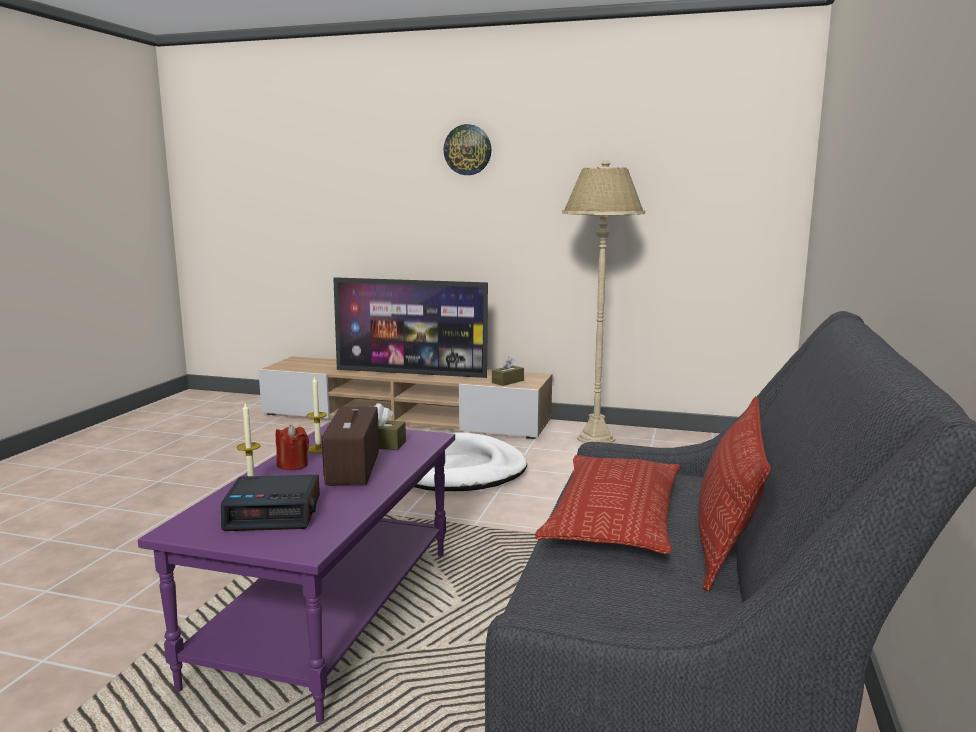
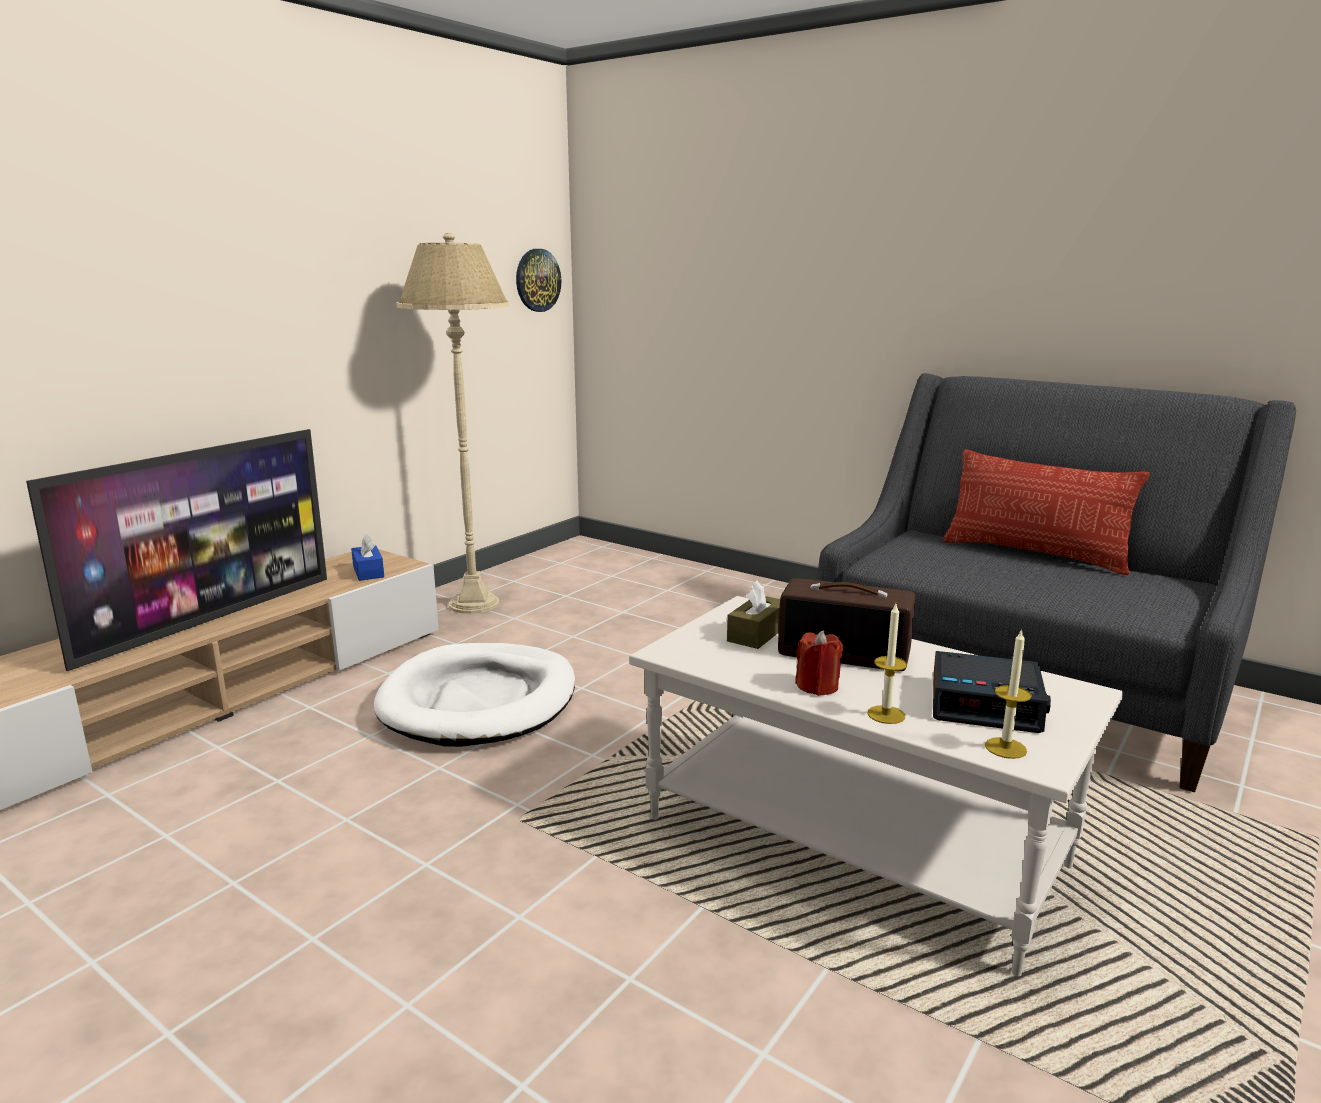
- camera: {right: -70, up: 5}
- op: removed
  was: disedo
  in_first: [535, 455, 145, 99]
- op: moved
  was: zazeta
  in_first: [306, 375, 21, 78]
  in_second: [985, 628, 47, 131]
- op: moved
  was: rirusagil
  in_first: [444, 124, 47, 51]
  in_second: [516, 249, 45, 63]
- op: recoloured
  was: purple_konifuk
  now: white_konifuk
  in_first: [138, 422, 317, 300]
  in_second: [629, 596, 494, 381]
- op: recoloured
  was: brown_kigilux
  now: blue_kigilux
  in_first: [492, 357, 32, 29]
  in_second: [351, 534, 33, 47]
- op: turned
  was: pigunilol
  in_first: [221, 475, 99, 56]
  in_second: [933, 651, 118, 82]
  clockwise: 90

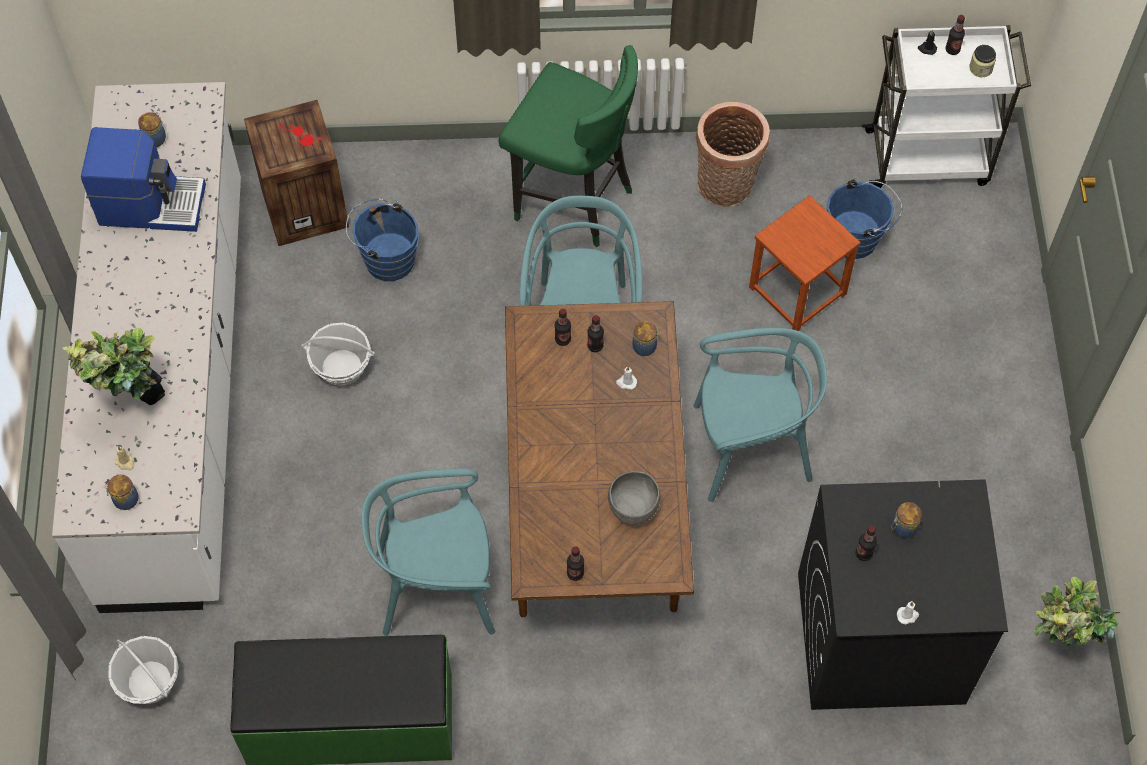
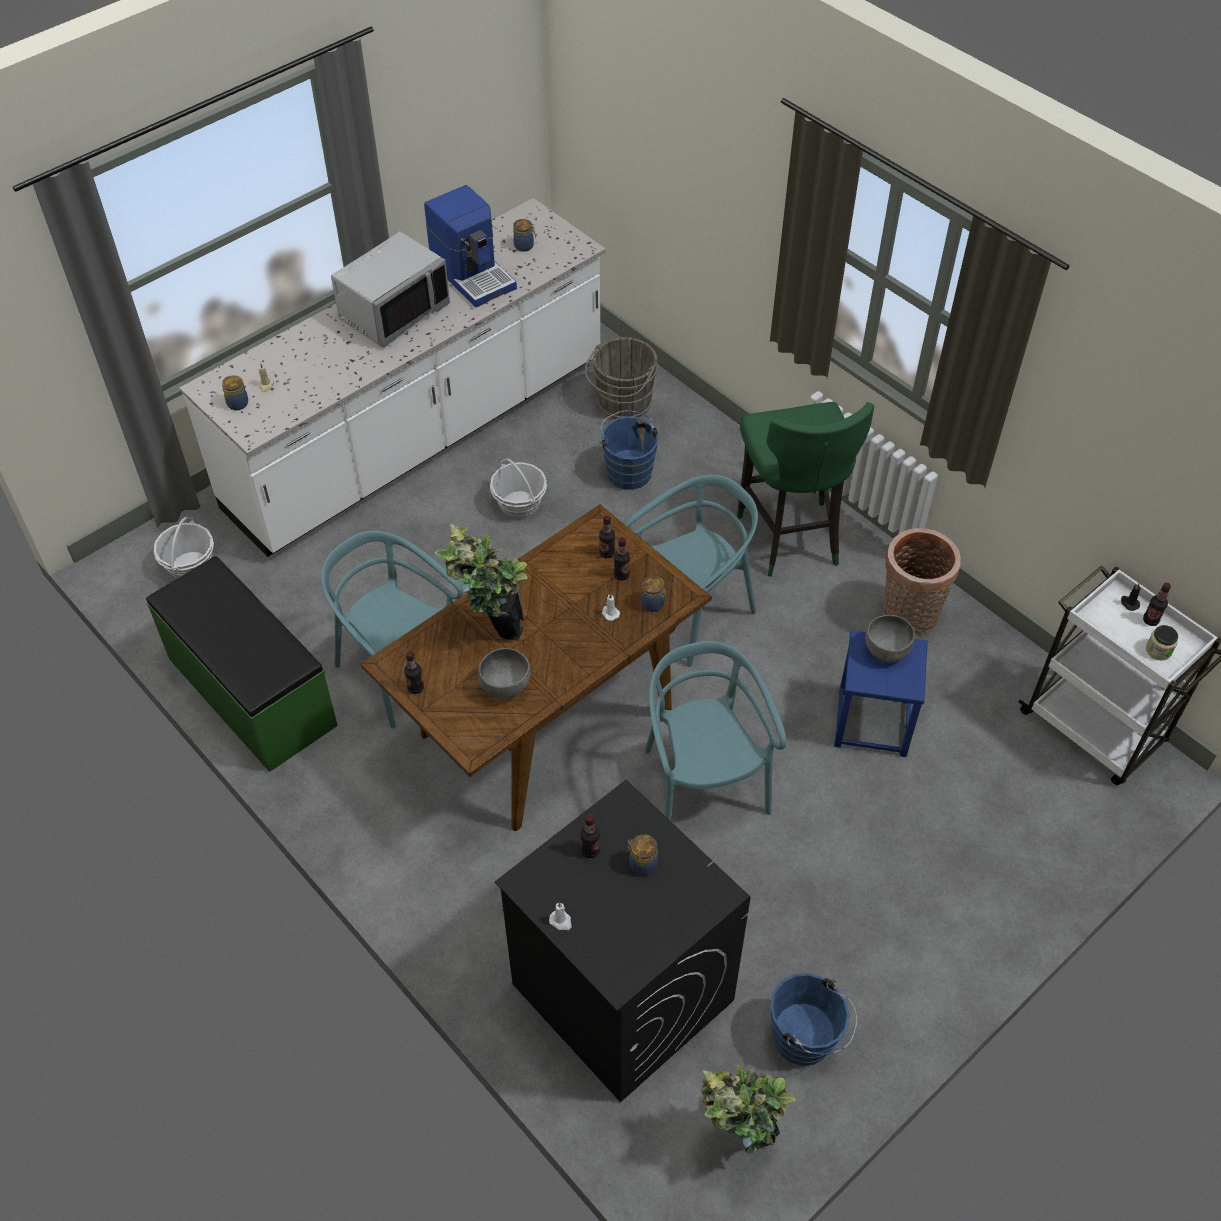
- camera: {right: 50, up: -10}
- op: added
  now: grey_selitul
  in_second: [331, 231, 119, 117]
- op: added
  now: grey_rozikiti
  in_second: [866, 615, 49, 47]
- op: moved
  was: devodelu
  in_first: [62, 327, 103, 78]
  in_second: [435, 524, 93, 116]
- op: moved
  was: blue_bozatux
  in_first: [826, 179, 76, 80]
  in_second: [770, 973, 88, 93]
- op: replaced
  was: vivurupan
  now: grey_bozatux
  in_first: [244, 100, 105, 146]
  in_second: [585, 337, 73, 82]
- op: recoloured
  was: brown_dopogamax
  now: blue_dopogamax
  in_first: [749, 195, 112, 136]
  in_second: [834, 630, 94, 127]
- op: turned
  was: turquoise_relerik
  in_first: [693, 328, 134, 174]
  in_second: [645, 641, 142, 180]
  clockwise: -150

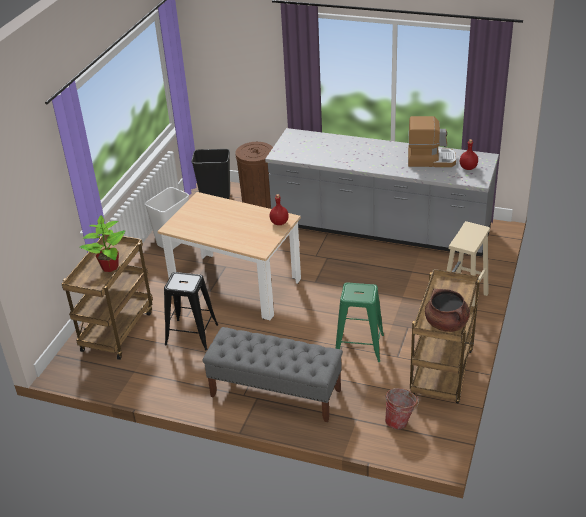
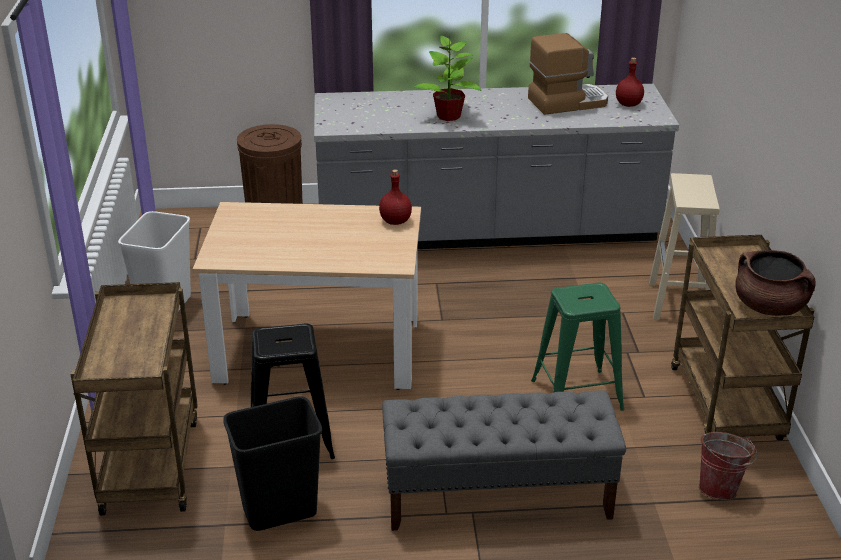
- camera: {right: -25, up: -5}
- op: moved
  was: devodelu
  in_first: [80, 215, 45, 57]
  in_second: [413, 36, 69, 85]
- op: moved
  was: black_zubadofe
  in_first: [191, 149, 39, 50]
  in_second: [223, 396, 99, 135]

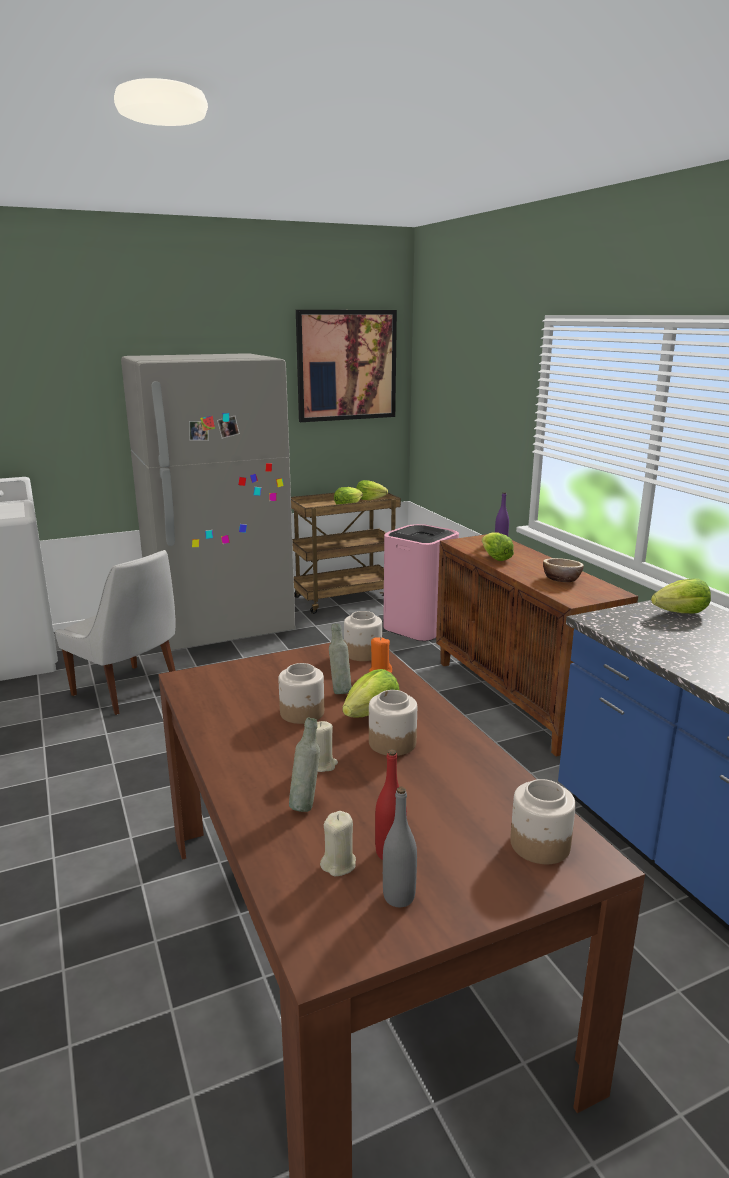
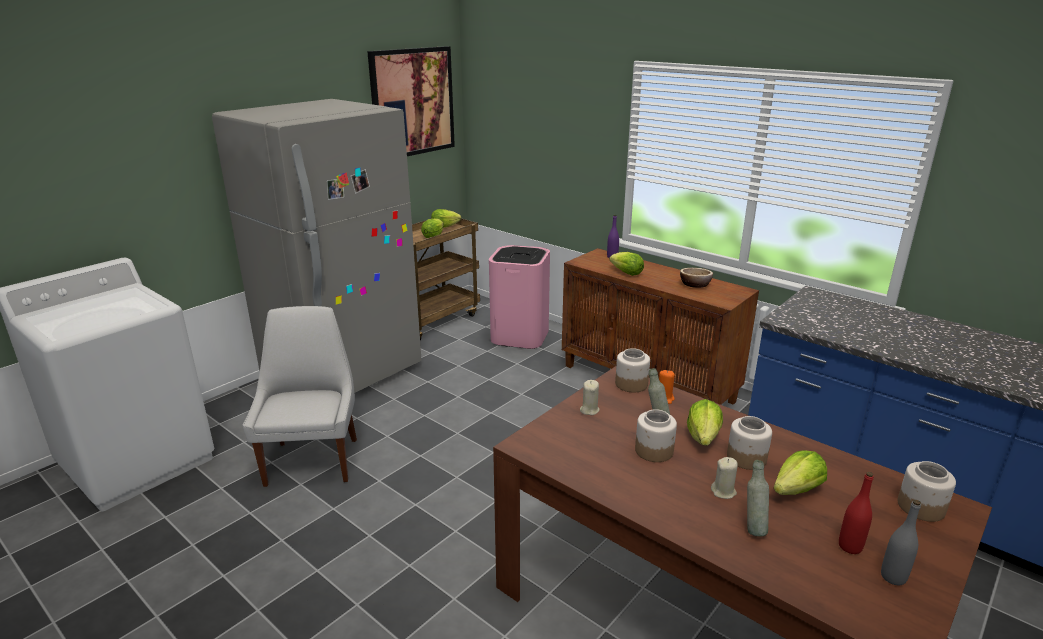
- camera: {right: -25, up: 5}
- op: moved
  was: beige_zazeta
  in_first: [320, 811, 36, 65]
  in_second: [580, 380, 20, 35]
- op: moved
  was: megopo
  in_first: [651, 578, 60, 35]
  in_second: [774, 450, 53, 45]
- op: turned
  was: white_relerik
  in_first: [55, 550, 121, 165]
  in_second: [242, 306, 115, 181]
  clockwise: -105

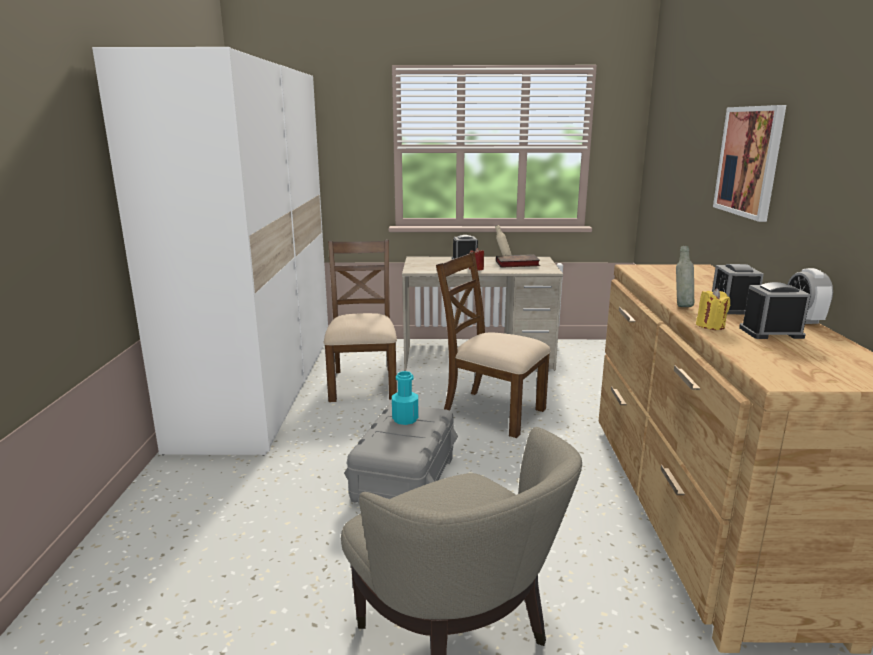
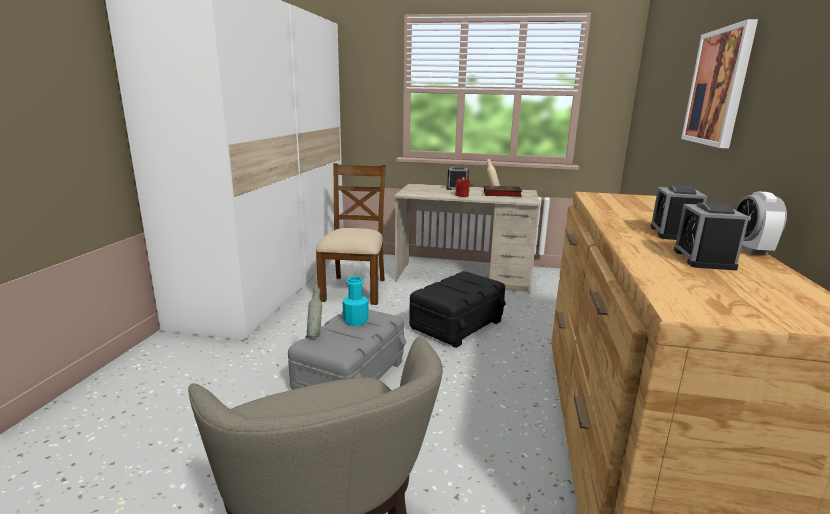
- camera: {right: 10, up: 0}
- op: removed
  was: yellow_zazeta
  in_first: [696, 288, 34, 42]
- op: moved
  was: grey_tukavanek
  in_first: [676, 246, 18, 61]
  in_second: [307, 287, 15, 50]
- op: replaced
  was: brown_relerik
  now: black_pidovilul
  in_first: [436, 251, 115, 187]
  in_second: [409, 271, 97, 77]
- op: turned
  was: pigunilol
  in_first: [739, 282, 72, 57]
  in_second: [673, 203, 76, 67]
  clockwise: -90

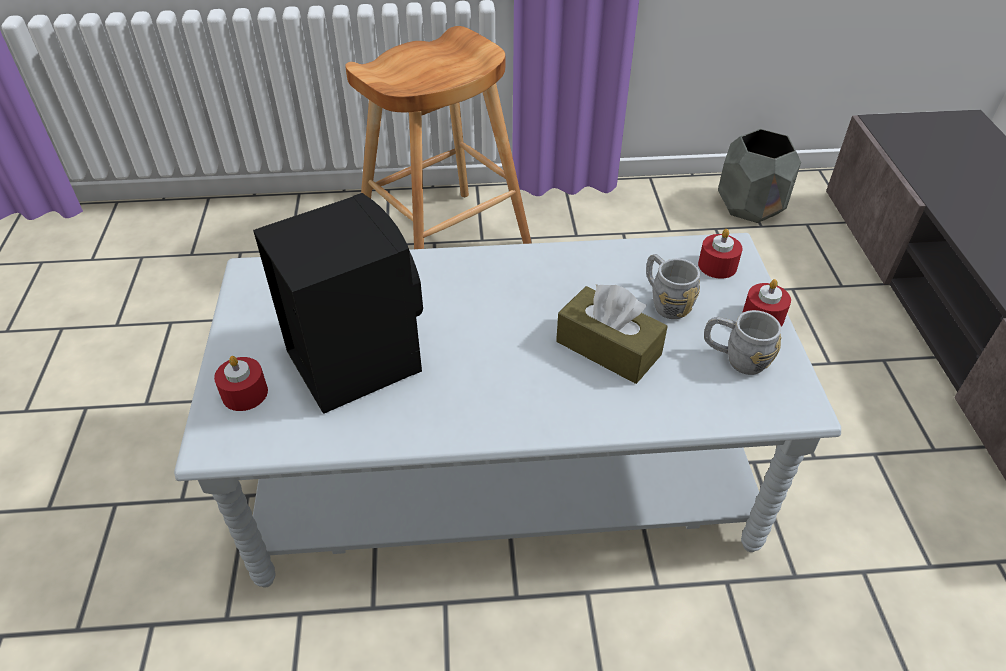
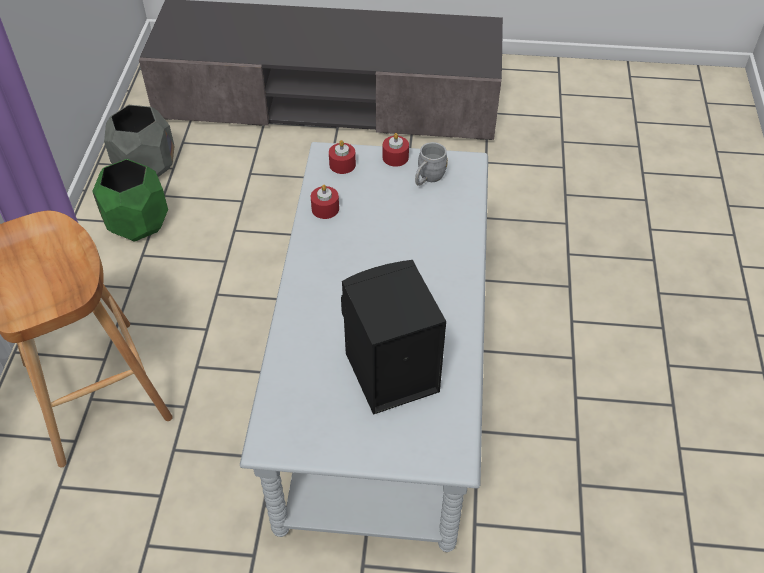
- camera: {right: -80, up: 5}
- op: removed
  was: brown_kigilux
  in_first: [556, 284, 112, 100]
- op: removed
  was: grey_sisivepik
  in_first: [646, 254, 54, 65]
- op: added
  now: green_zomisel
  in_second: [92, 159, 76, 83]
- op: moved
  was: red_zazeta
  in_first: [214, 356, 54, 55]
  in_second: [311, 185, 28, 34]

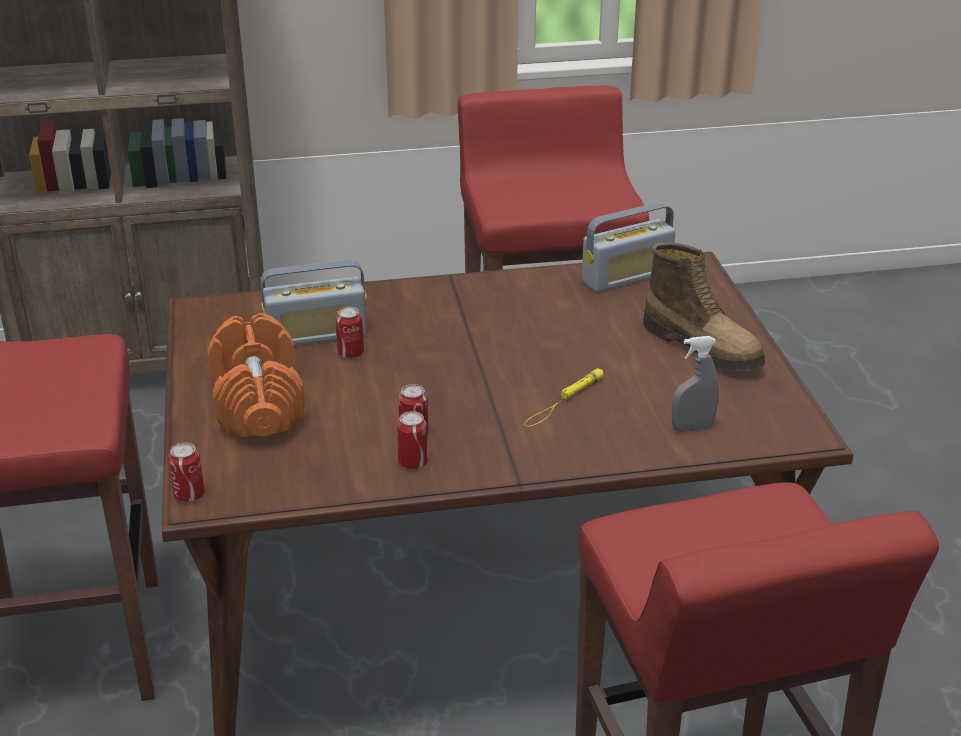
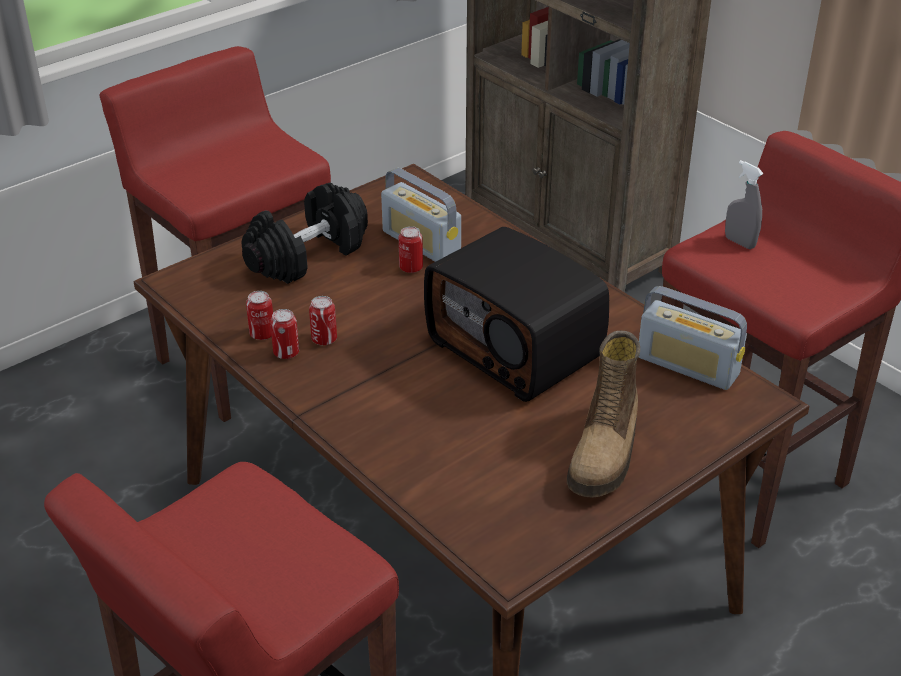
- camera: {right: 60, up: 5}
- op: removed
  was: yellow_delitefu
  in_first: [524, 368, 80, 59]
- op: added
  now: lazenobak
  in_second: [424, 227, 185, 175]
- op: moved
  was: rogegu
  in_first: [168, 442, 37, 60]
  in_second: [246, 291, 27, 49]
- op: moved
  was: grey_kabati
  in_first: [672, 336, 47, 96]
  in_second: [725, 160, 39, 89]
- op: recoloured
  was: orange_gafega
  now: black_gafega
  in_first: [207, 313, 98, 124]
  in_second: [241, 183, 127, 101]

